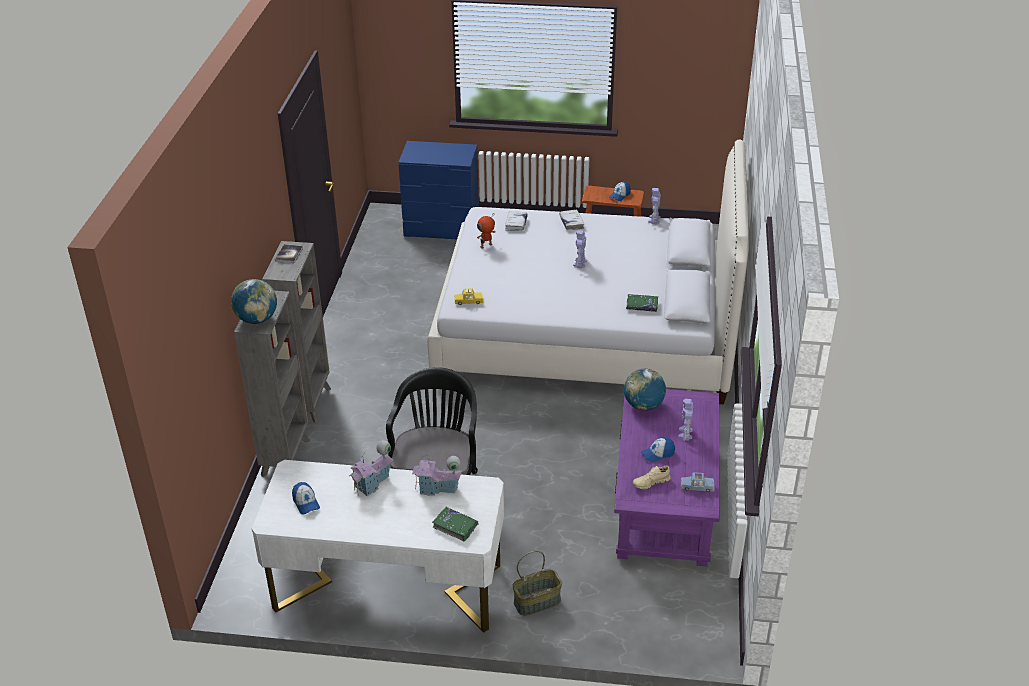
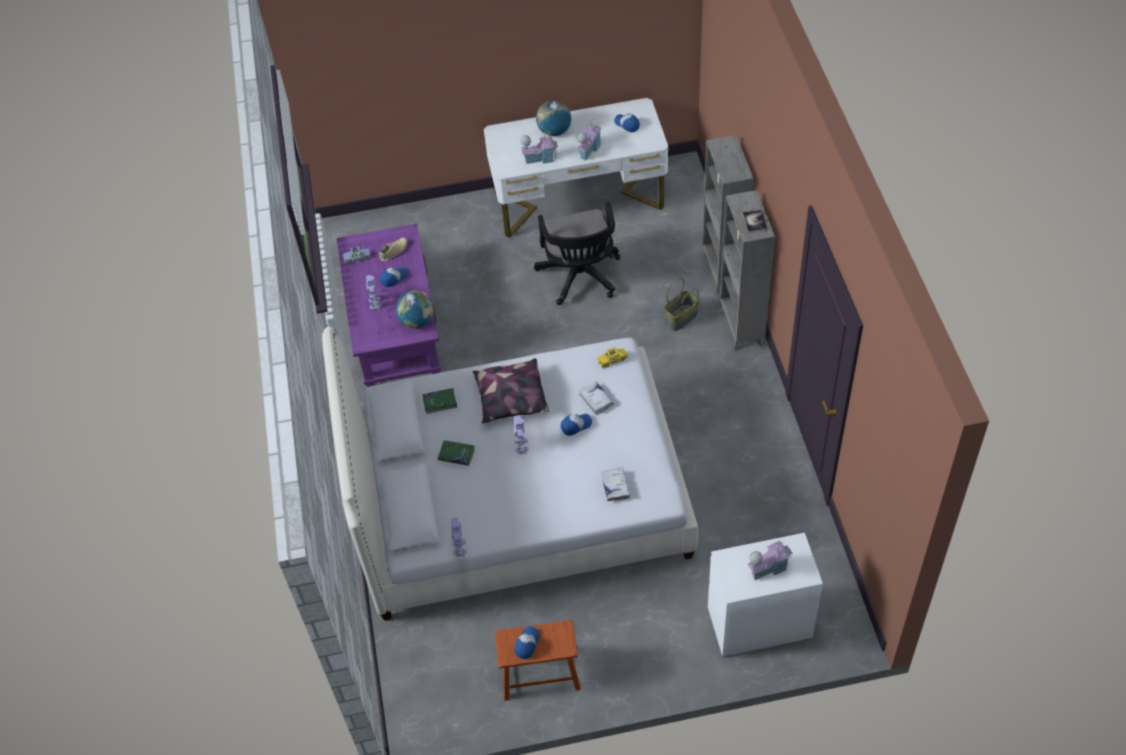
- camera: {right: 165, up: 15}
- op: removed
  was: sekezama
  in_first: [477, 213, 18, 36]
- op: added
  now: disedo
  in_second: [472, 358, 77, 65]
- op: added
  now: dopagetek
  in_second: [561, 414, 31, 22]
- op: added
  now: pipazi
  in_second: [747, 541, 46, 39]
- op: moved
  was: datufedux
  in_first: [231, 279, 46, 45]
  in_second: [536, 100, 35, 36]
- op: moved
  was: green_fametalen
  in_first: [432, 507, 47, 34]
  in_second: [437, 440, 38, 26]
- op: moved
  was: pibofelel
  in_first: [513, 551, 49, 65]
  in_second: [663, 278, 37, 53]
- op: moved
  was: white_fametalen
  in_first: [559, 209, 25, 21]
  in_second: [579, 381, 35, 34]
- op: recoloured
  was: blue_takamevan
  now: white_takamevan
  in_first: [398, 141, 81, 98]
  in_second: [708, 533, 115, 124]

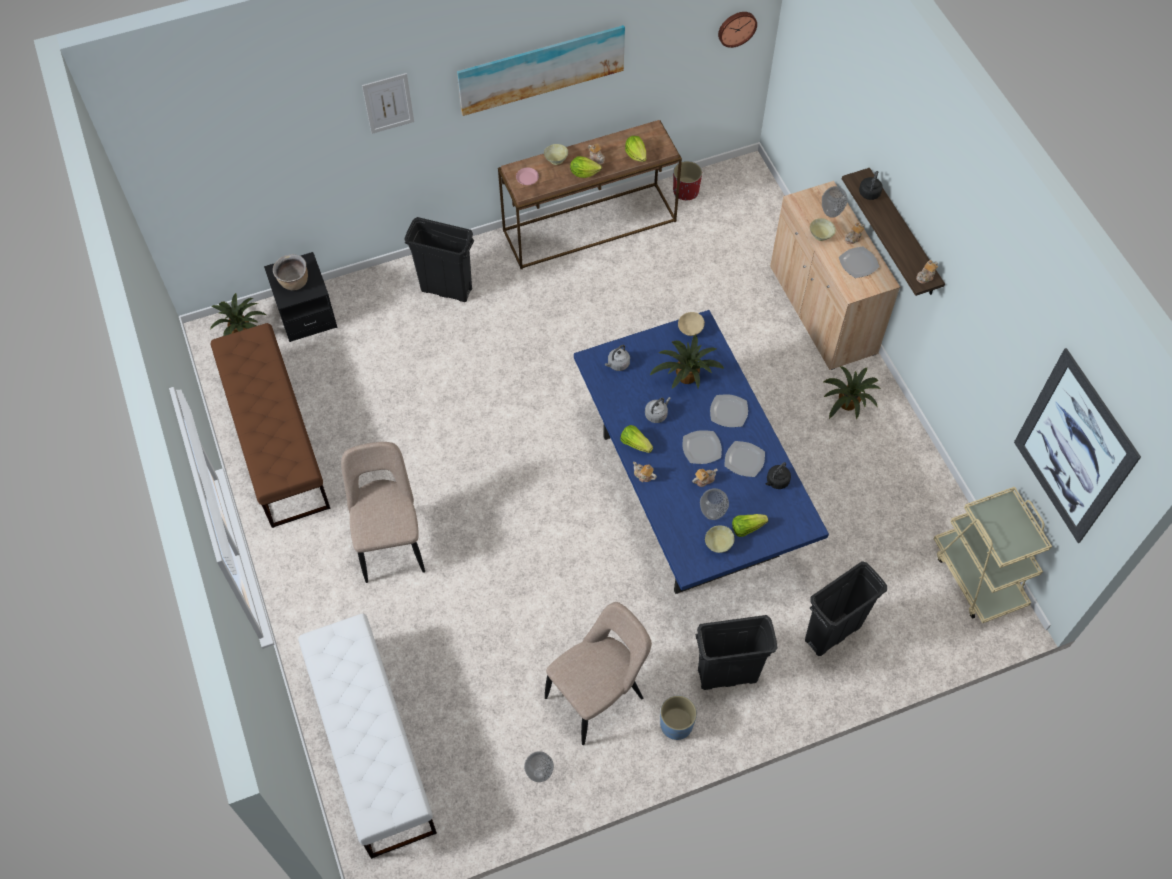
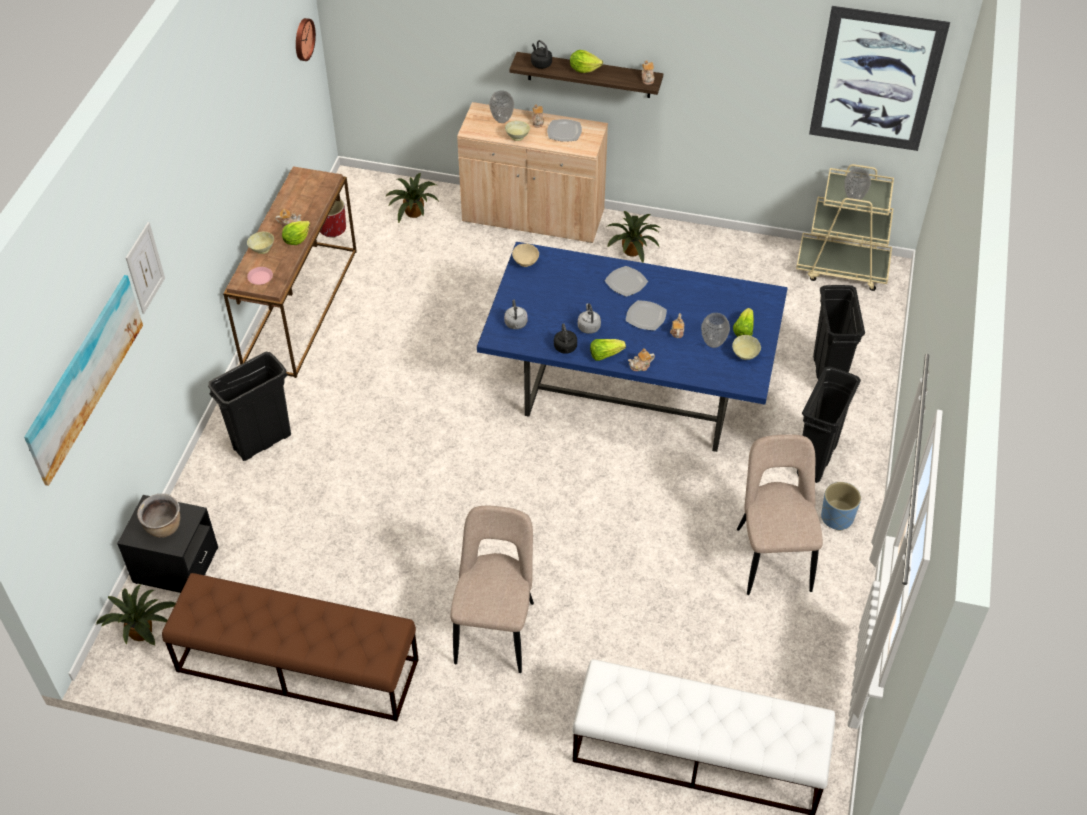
- camera: {right: -55, up: -10}
- op: removed
  was: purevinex
  in_first: [725, 441, 40, 36]
- op: moved
  was: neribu
  in_first: [457, 25, 168, 91]
  in_second: [24, 275, 119, 211]
- op: moved
  was: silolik
  in_first: [524, 751, 30, 31]
  in_second: [844, 168, 27, 34]
- op: moved
  was: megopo
  in_first: [625, 136, 21, 26]
  in_second: [570, 50, 33, 23]
- op: moved
  was: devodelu
  in_first: [650, 335, 74, 54]
  in_second: [385, 173, 53, 50]
- op: moved
  was: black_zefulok
  in_first: [766, 462, 25, 27]
  in_second: [554, 323, 23, 31]
- op: turned
  was: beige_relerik
  in_first: [341, 442, 84, 141]
  in_second: [451, 506, 83, 167]
  clockwise: 75

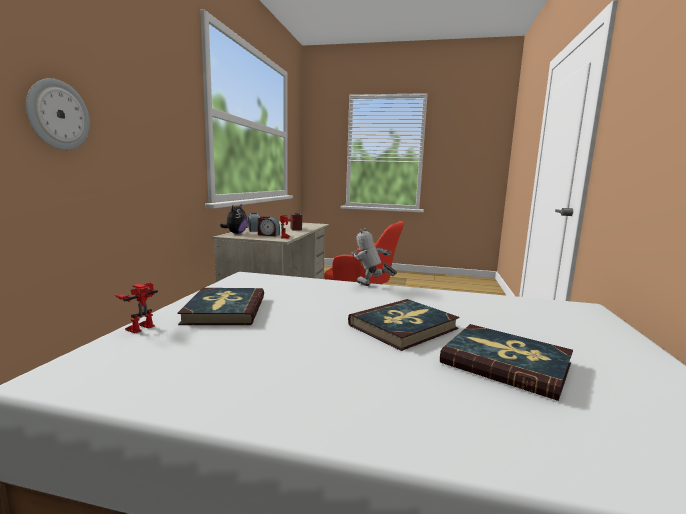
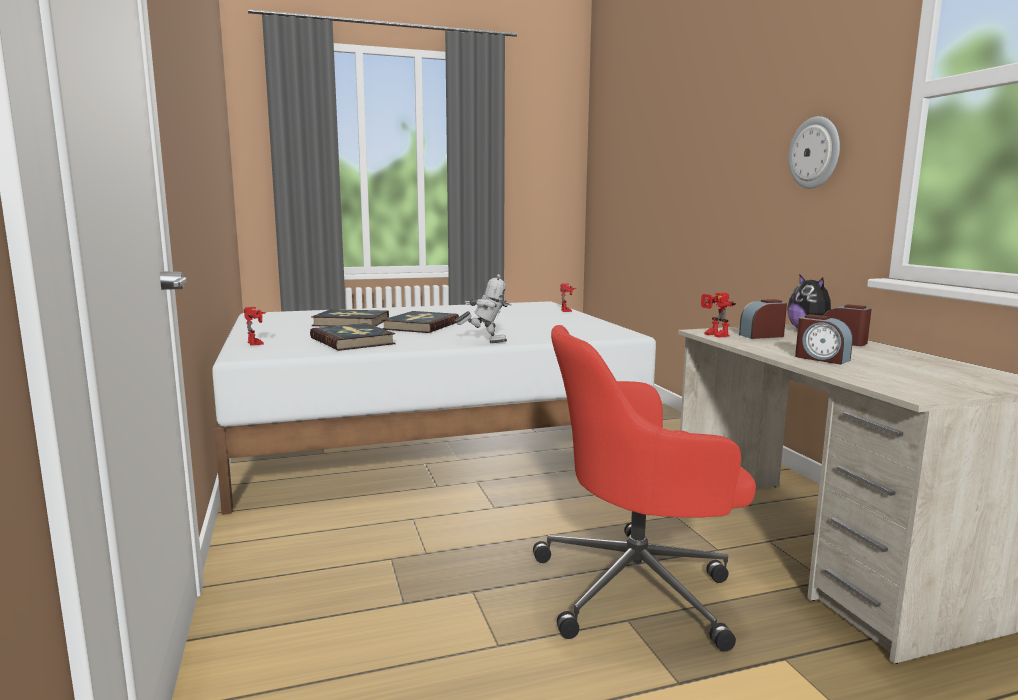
- camera: {right: 150, up: 0}
- op: added
  now: sekezama
  in_second: [244, 307, 22, 39]
- op: moved
  was: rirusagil
  in_first: [26, 78, 64, 72]
  in_second: [788, 116, 52, 73]
- op: moved
  was: fametalen
  in_first: [178, 288, 86, 37]
  in_second: [310, 323, 86, 28]

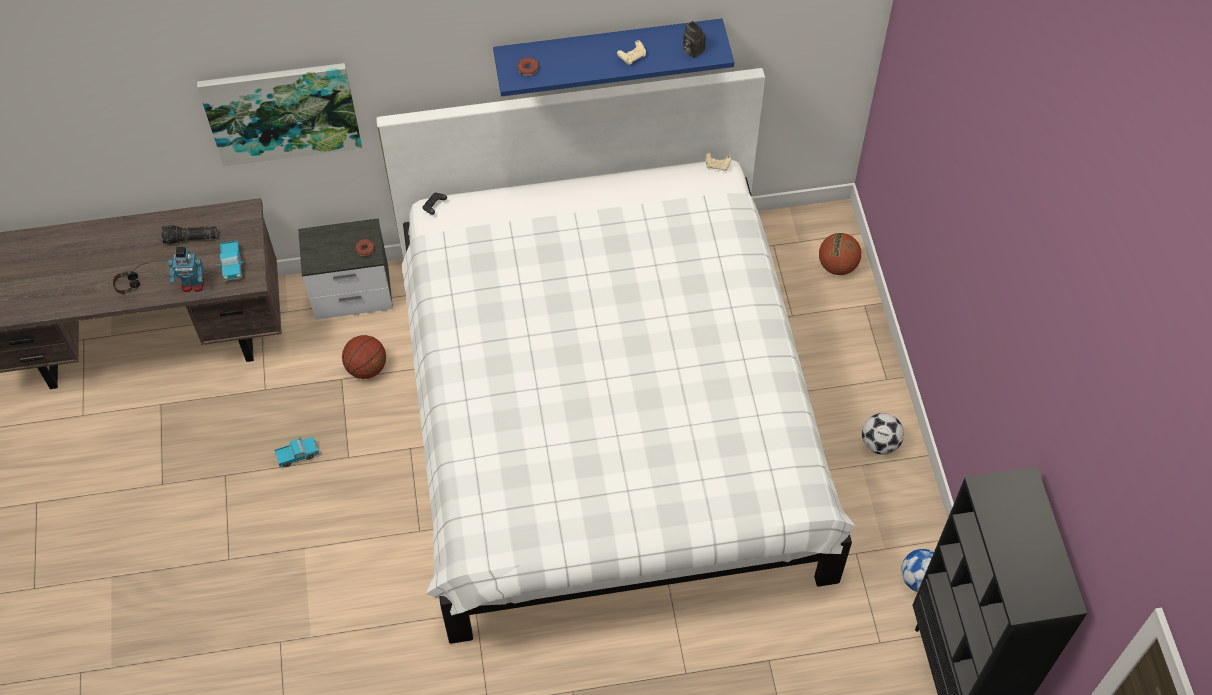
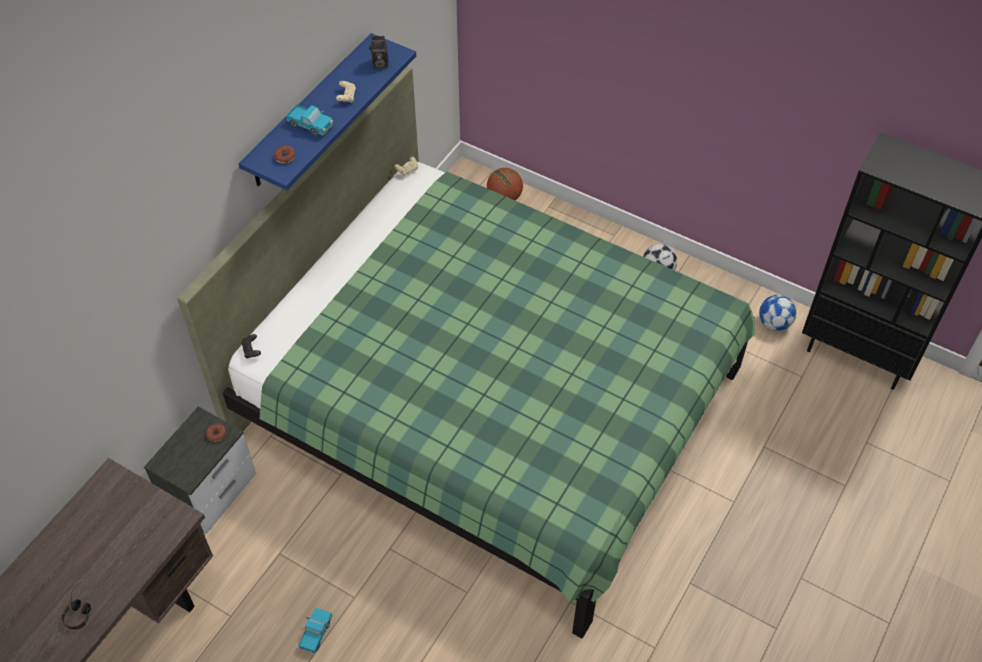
- camera: {right: -50, up: -5}
- op: removed
  was: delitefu
  in_first: [162, 225, 55, 19]
- op: removed
  was: sekezama
  in_first: [168, 247, 36, 45]
- op: removed
  was: neribu
  in_first: [197, 63, 165, 103]
- op: removed
  was: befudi
  in_first: [342, 335, 44, 44]
- op: moved
  was: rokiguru
  in_first: [218, 240, 26, 41]
  in_second: [287, 104, 46, 32]
- op: recoloured
  was: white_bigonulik
  now: green_bigonulik
  in_first: [376, 68, 479, 576]
  in_second: [177, 66, 578, 573]

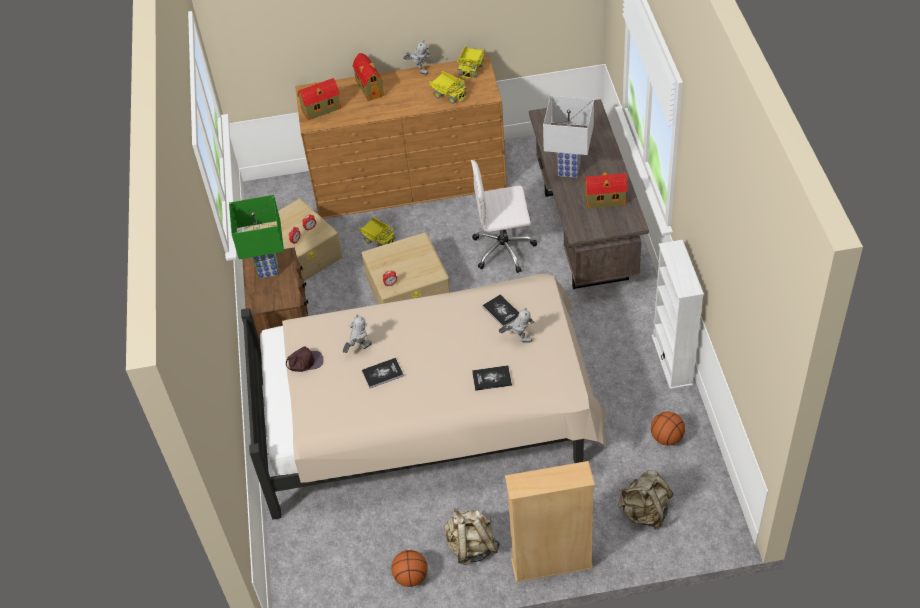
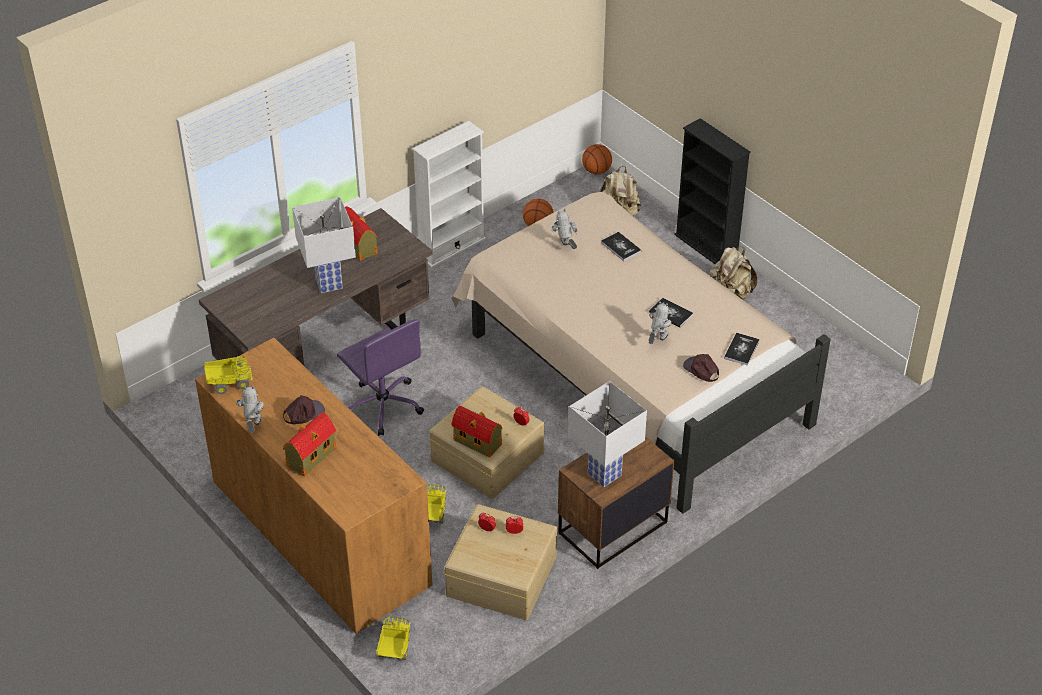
- camera: {right: -125, up: -5}
- op: added
  now: brown_dopagetek
  in_second: [283, 395, 42, 29]
- op: moved
  was: pipazi
  in_first: [297, 78, 44, 42]
  in_second: [451, 406, 52, 52]
- op: moved
  was: befudi
  in_first: [391, 550, 37, 37]
  in_second: [582, 144, 30, 31]
- op: moved
  was: rokiguru
  in_first: [429, 71, 38, 33]
  in_second: [377, 617, 33, 43]
- op: moved
  was: fametalen
  in_first: [482, 295, 37, 32]
  in_second: [724, 333, 36, 33]
- op: recoloured
  was: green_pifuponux
  now: white_pifuponux
  in_first: [229, 195, 55, 84]
  in_second: [568, 381, 79, 106]
- op: recoloured
  was: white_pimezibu
  now: purple_pimezibu
  in_first: [471, 160, 66, 113]
  in_second: [337, 319, 87, 117]
- op: recoloured
  was: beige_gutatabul
  now: black_gutatabul
  in_first: [505, 461, 90, 121]
  in_second: [674, 118, 77, 146]
- op: turned
  was: sekezama
  in_first: [343, 314, 29, 39]
  in_second: [649, 301, 22, 43]
  clockwise: 105

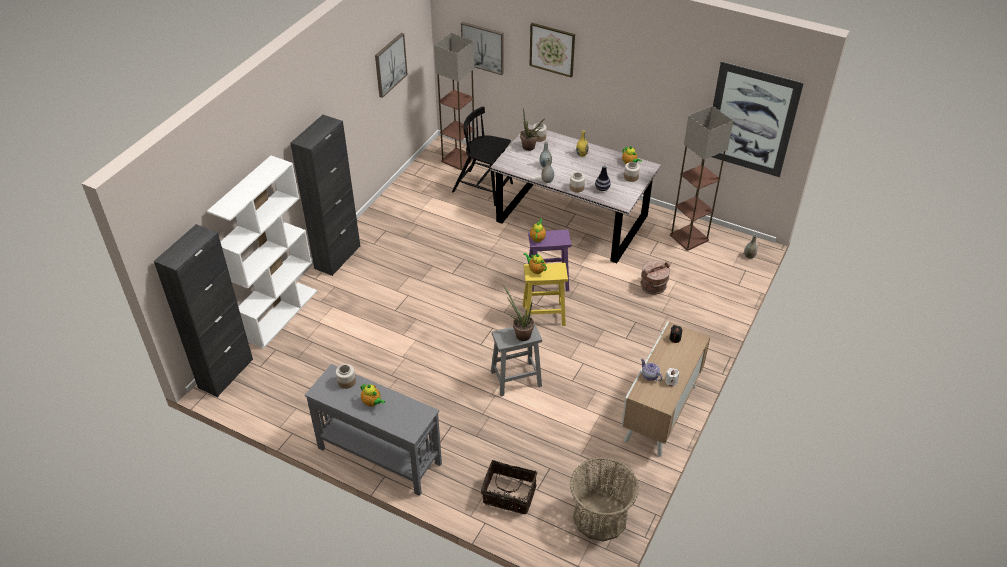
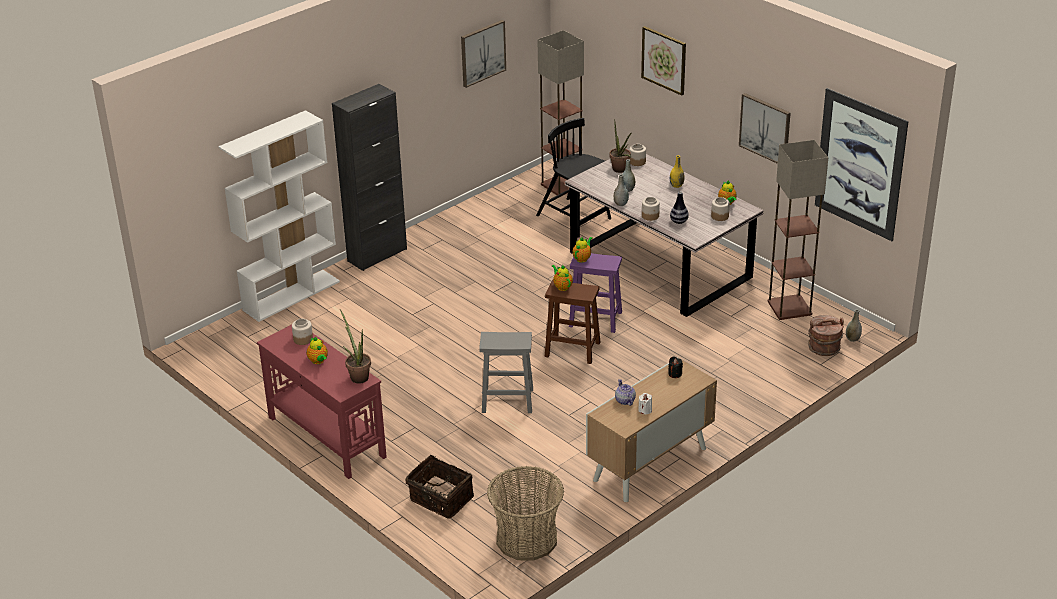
- camera: {right: 20, up: -10}
- op: removed
  was: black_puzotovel
  in_first: [154, 224, 99, 173]
- op: moved
  was: neribu
  in_first: [461, 22, 43, 53]
  in_second: [739, 93, 52, 71]
- op: moved
  was: devodelu
  in_first: [503, 285, 31, 56]
  in_second: [340, 309, 31, 75]
- op: moved
  was: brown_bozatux
  in_first: [640, 261, 30, 34]
  in_second: [808, 315, 36, 41]
- op: recoloured
  was: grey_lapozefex
  now: red_lapozefex
  in_first: [305, 364, 137, 132]
  in_second: [257, 325, 130, 154]
- op: recoloured
  was: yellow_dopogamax
  now: brown_dopogamax
  in_first: [523, 263, 45, 63]
  in_second: [545, 280, 55, 84]

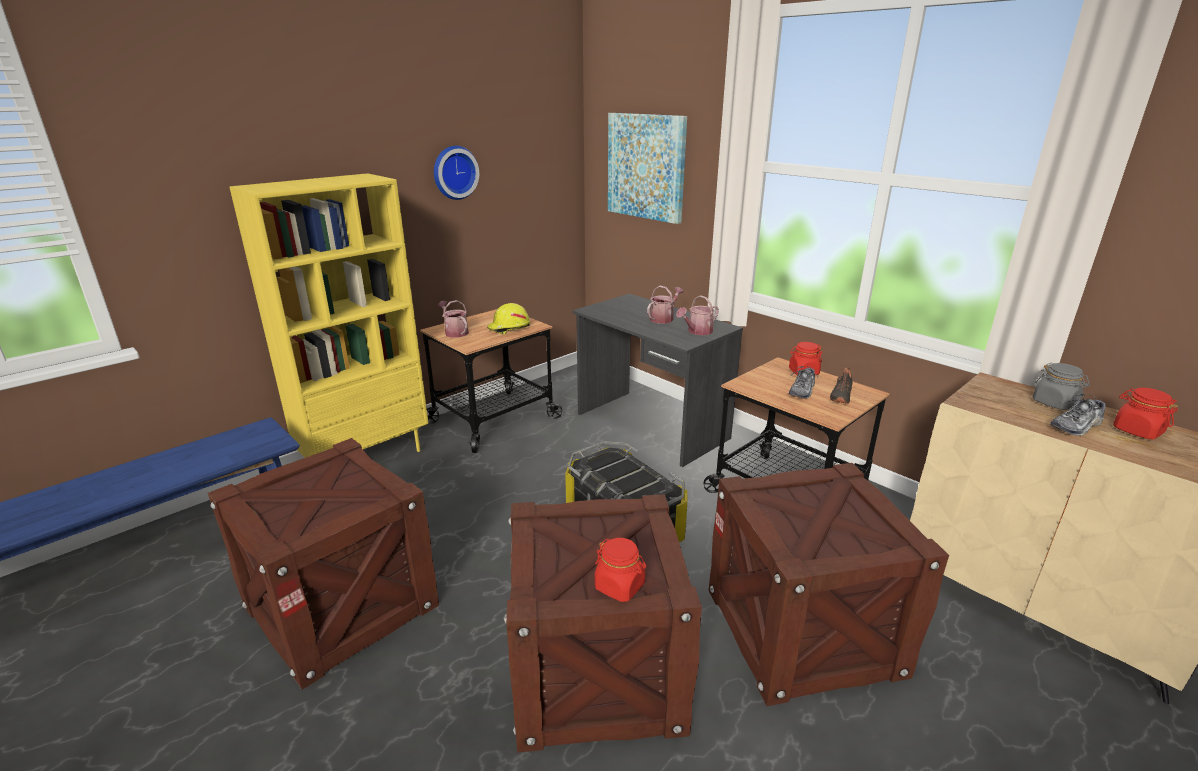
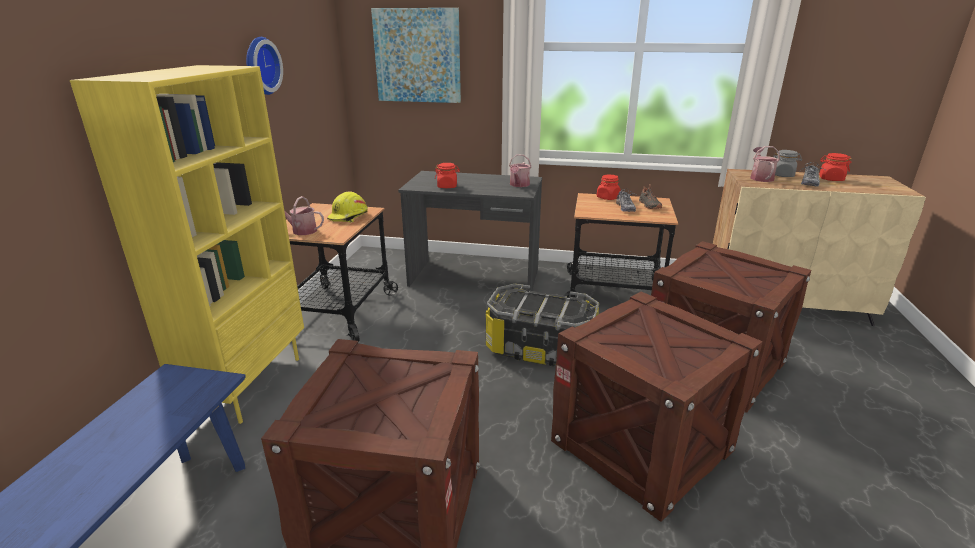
- camera: {right: -35, up: 0}
- op: moved
  was: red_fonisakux
  in_first: [595, 538, 52, 64]
  in_second: [435, 163, 25, 25]
- op: moved
  was: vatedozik
  in_first: [647, 286, 37, 38]
  in_second: [750, 146, 30, 36]

